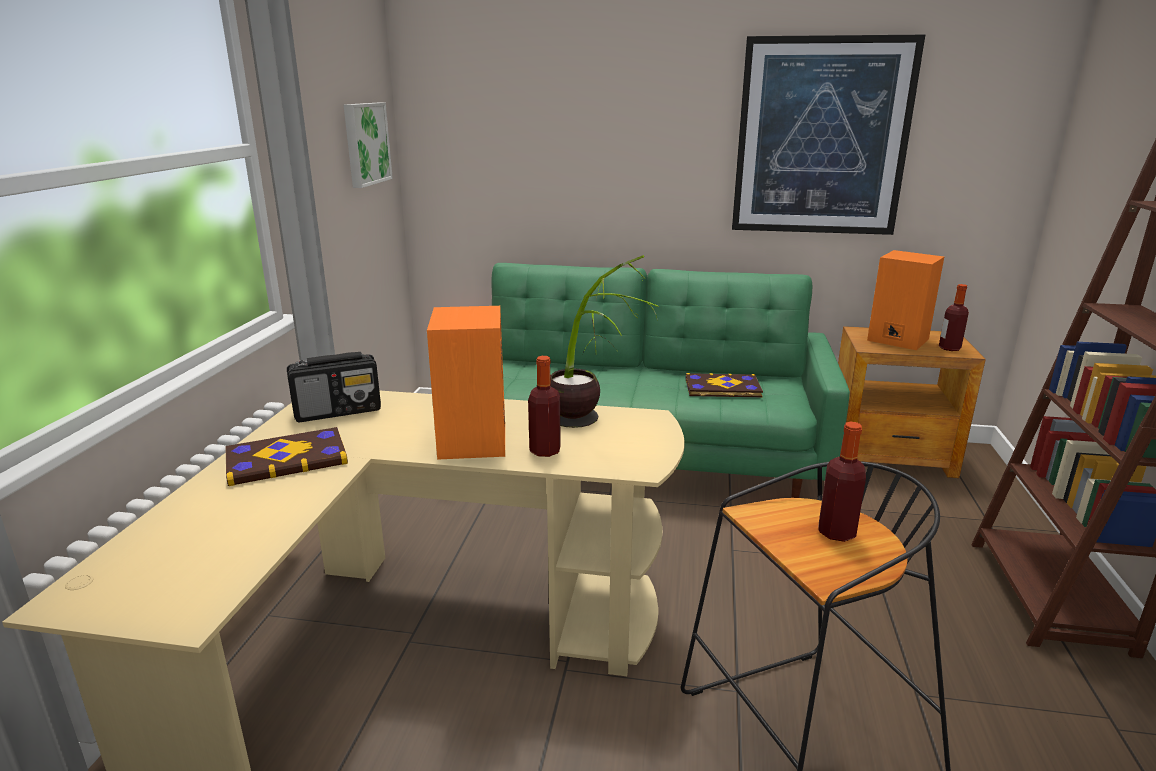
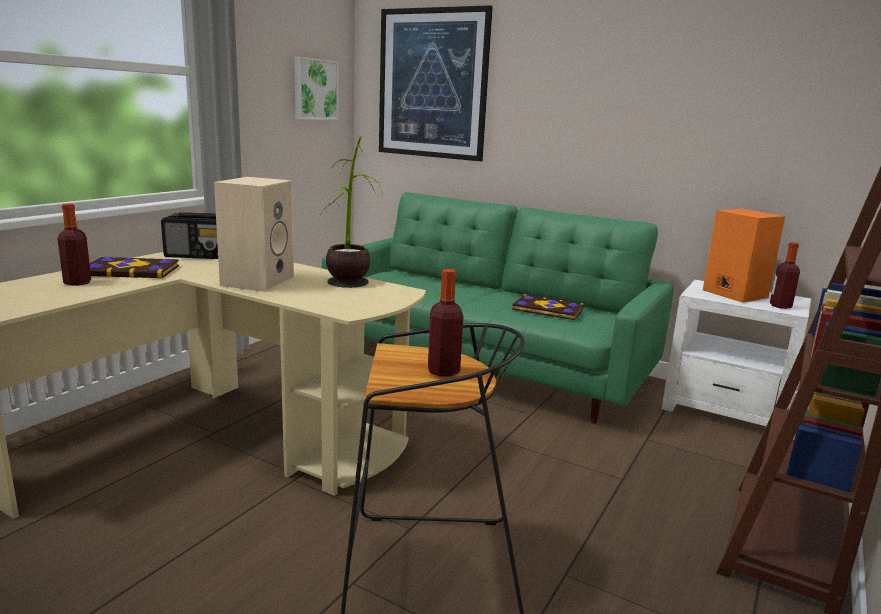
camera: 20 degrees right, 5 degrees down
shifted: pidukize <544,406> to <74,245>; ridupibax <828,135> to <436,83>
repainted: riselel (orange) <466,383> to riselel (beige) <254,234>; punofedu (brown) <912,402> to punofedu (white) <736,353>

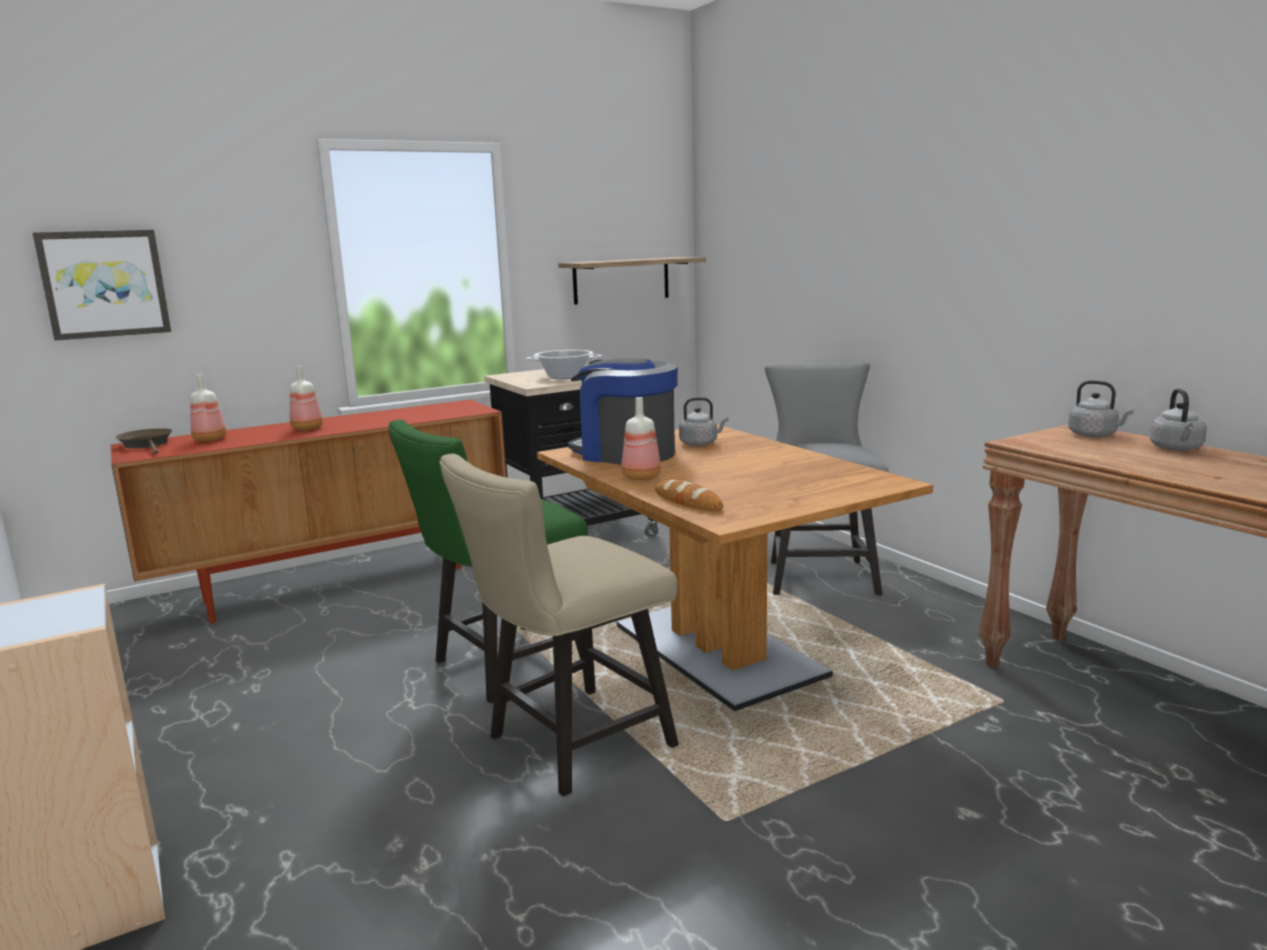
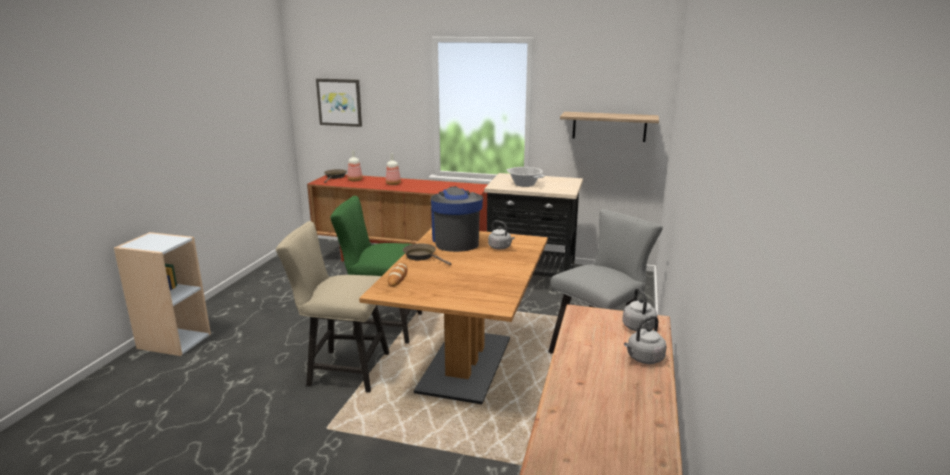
camera: 45 degrees right, 5 degrees up
swapped: pidukize <641,438> to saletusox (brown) <427,254>

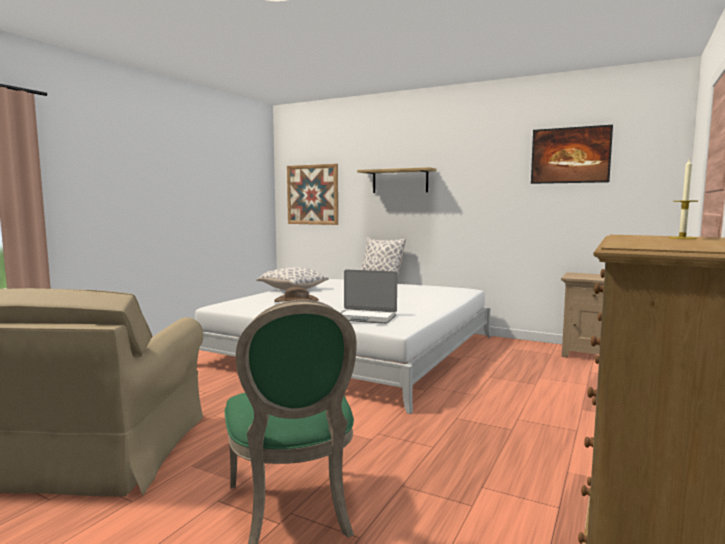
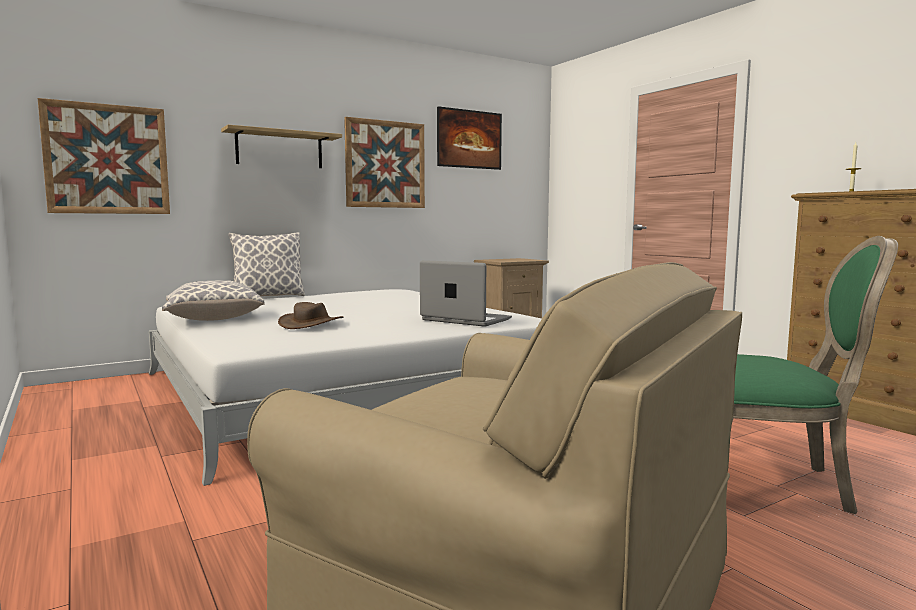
camera: 60 degrees left, 0 degrees up
new: ridupibax <384,162>
rotated: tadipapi <368,297> = <466,293> 105 degrees counterclockwise

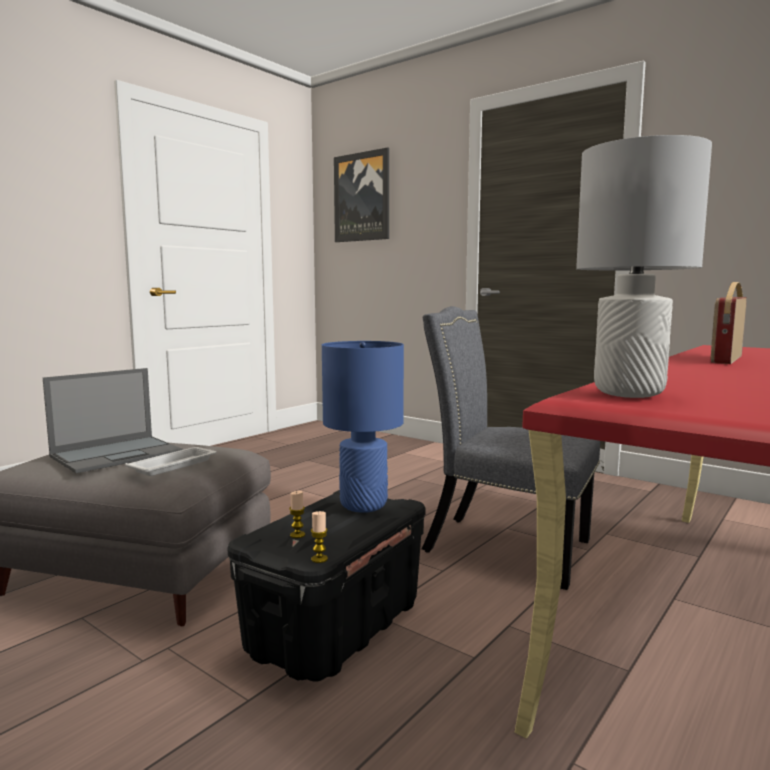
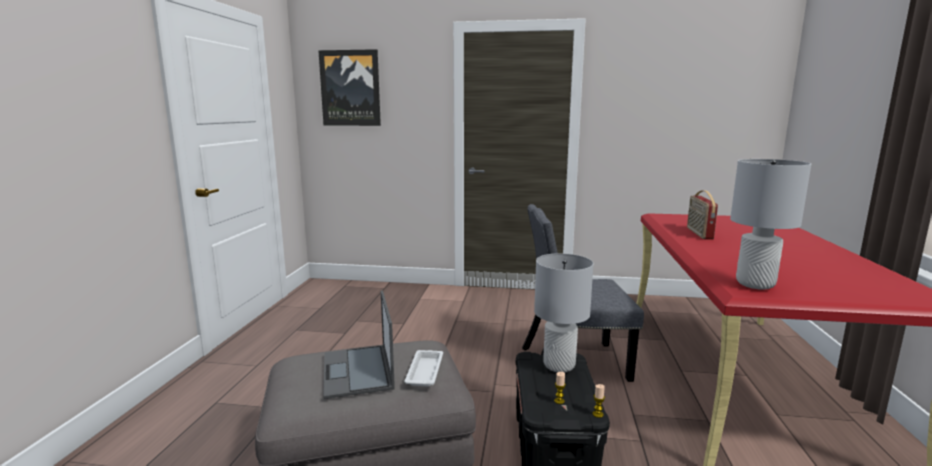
camera: 30 degrees left, 5 degrees up
repainted: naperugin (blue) <363,427> to naperugin (grey) <563,313>
rotated: tadipapi <113,420> = <359,345> 150 degrees clockwise

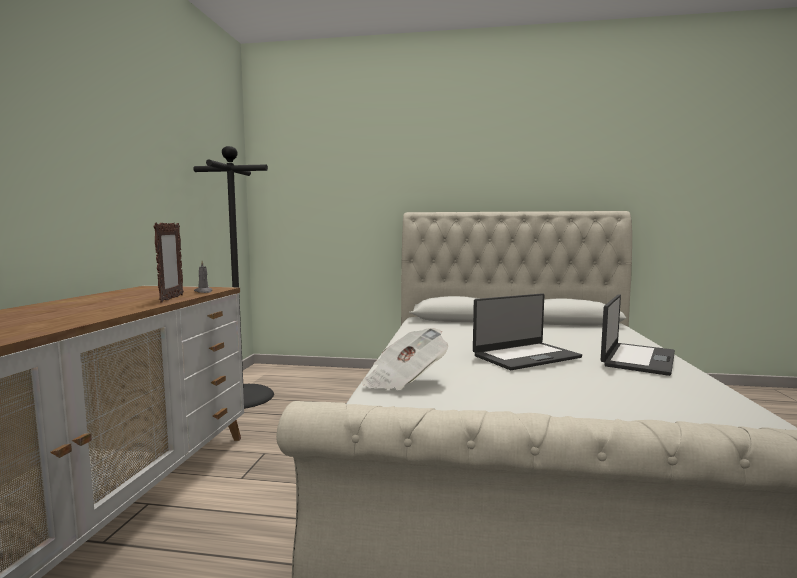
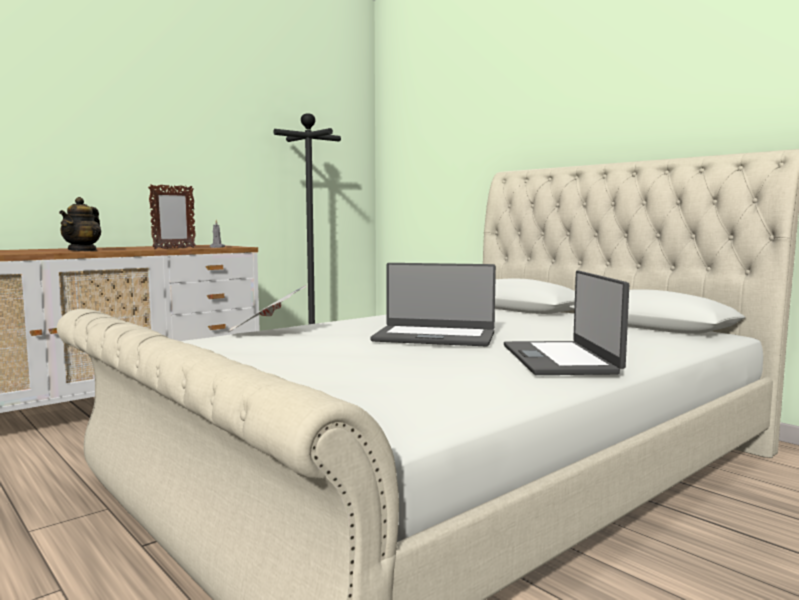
camera: 40 degrees right, 0 degrees up
new: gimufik <80,224>
rotated: tadipapi <638,335> = <566,322> 105 degrees clockwise

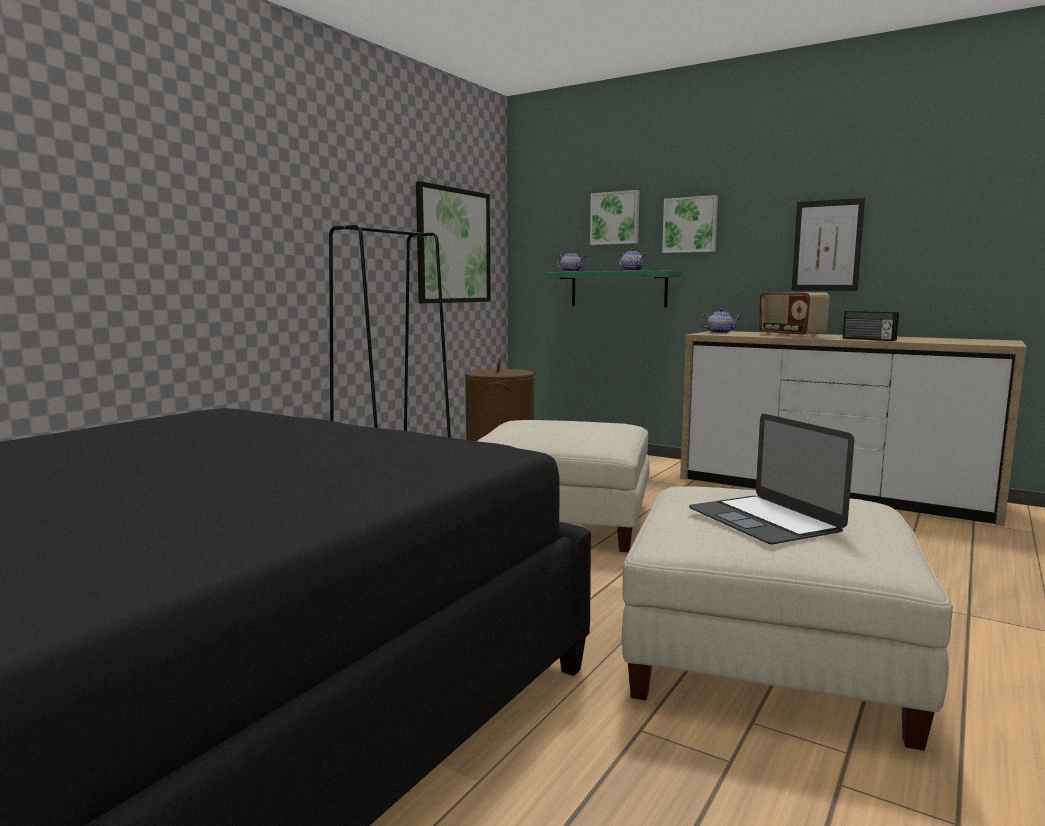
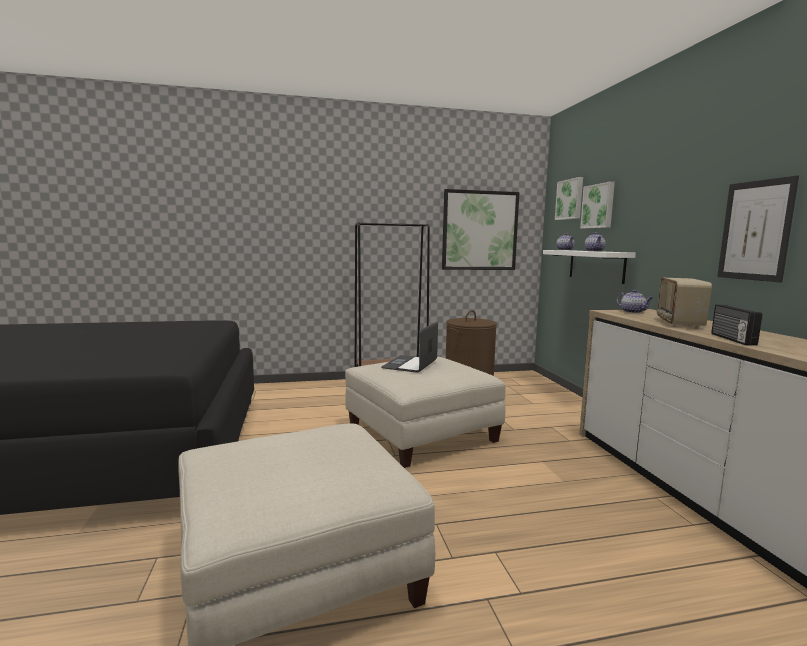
camera: 45 degrees right, 0 degrees up
shifted: tadipapi <771,479> to <409,347>; ridupibax <690,224> to <569,198>
repainted: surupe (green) <613,289> to surupe (white) <589,267>

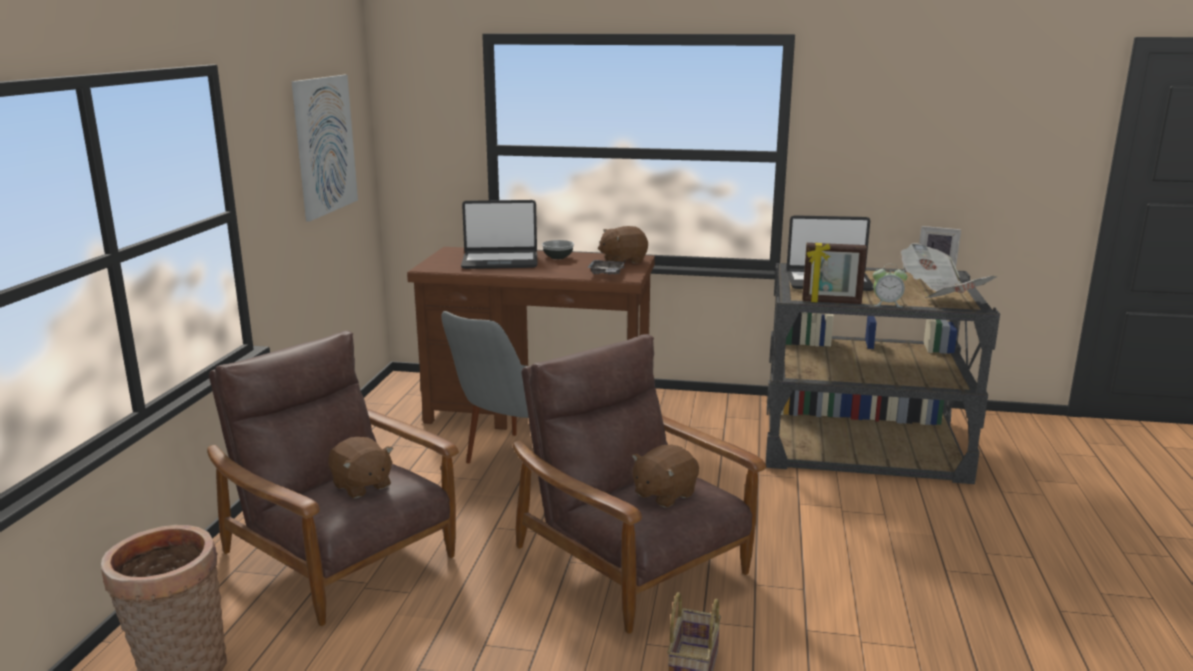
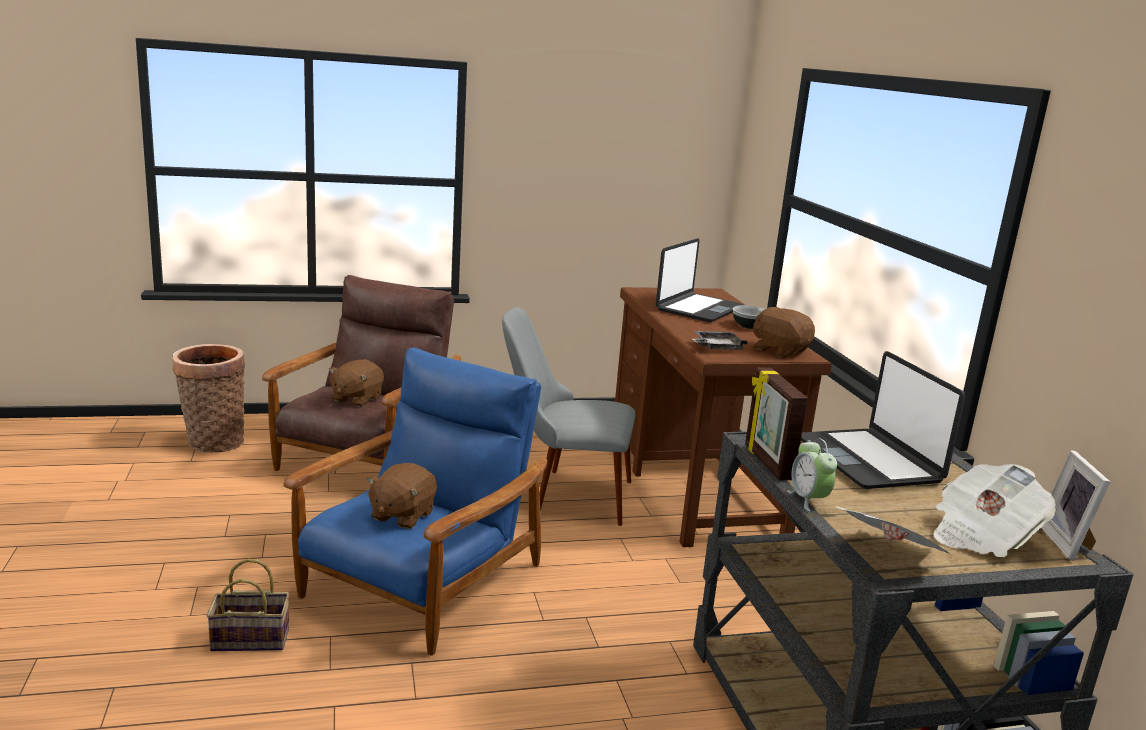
camera: 65 degrees right, 0 degrees up
gone: ridupibax <325,148>
repainted: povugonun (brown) <639,484> to povugonun (blue) <415,501>
rotated: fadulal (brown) <665,476> = <402,496> 90 degrees counterclockwise; tadipapi <499,234> = <700,280> 120 degrees counterclockwise

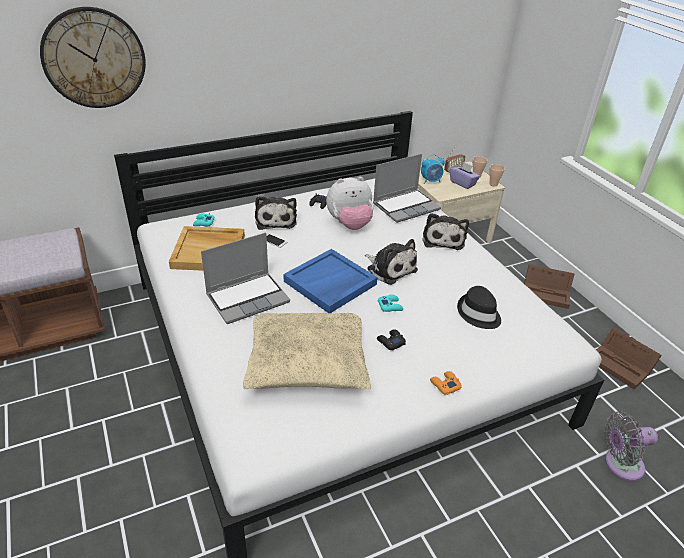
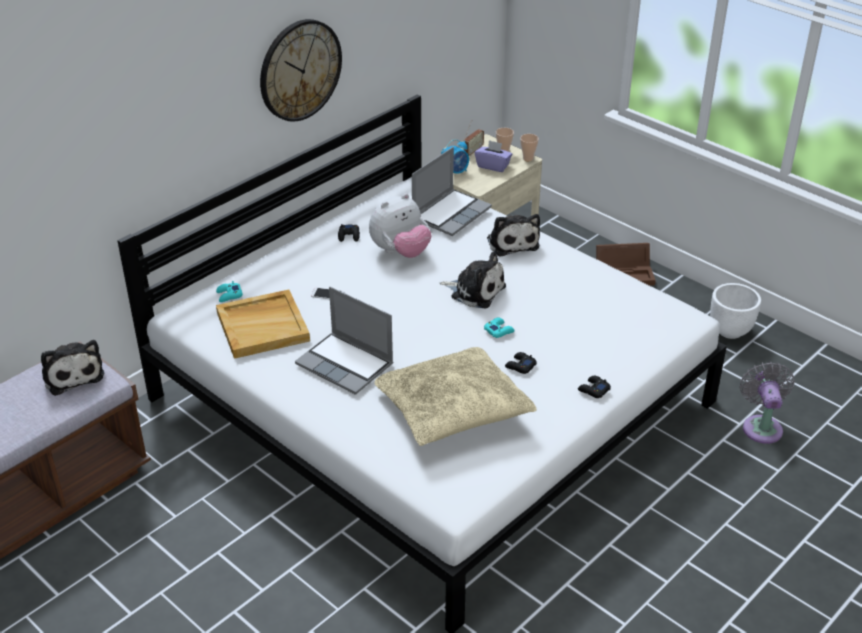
camera: 20 degrees left, 0 degrees up
gone: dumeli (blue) <330,281>; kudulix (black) <479,307>
shifted: fadulal <276,213> to <72,368>; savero <93,57> to <301,70>
swapped: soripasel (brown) <629,358> to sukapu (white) <735,311>
repainted: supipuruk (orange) <446,383> to supipuruk (black) <594,387>
rotated: tadipapi <245,278> = <344,341> 90 degrees clockwise; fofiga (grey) <631,446> = <767,403> 120 degrees clockwise

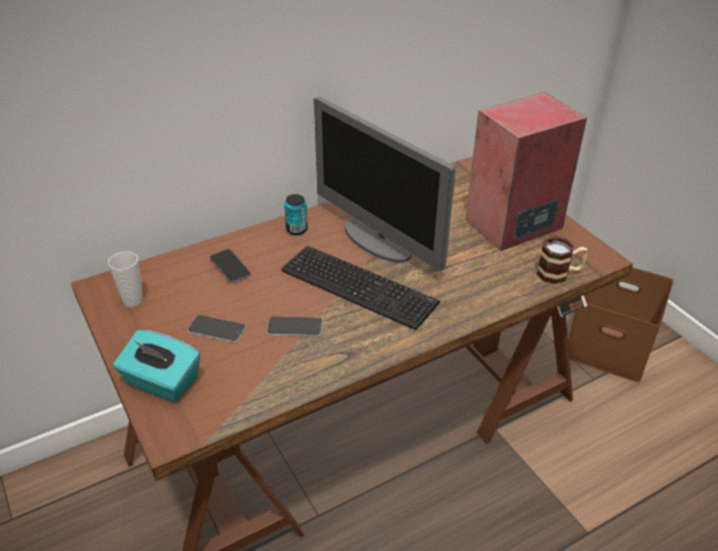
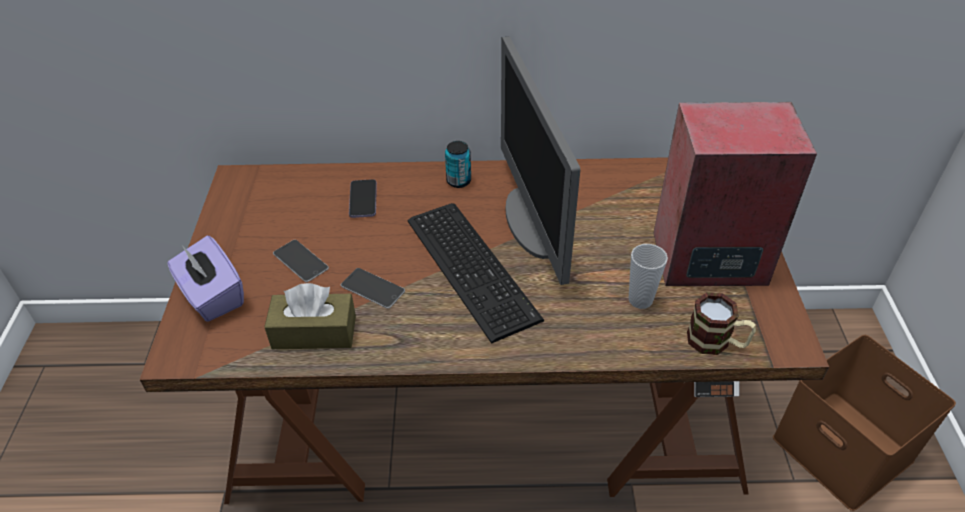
camera: 30 degrees right, 5 degrees up
new: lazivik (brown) <310,316>
shifted: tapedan <125,279> to <648,276>
repainted: lazivik (turquoise) <156,366> to lazivik (purple) <205,279>

